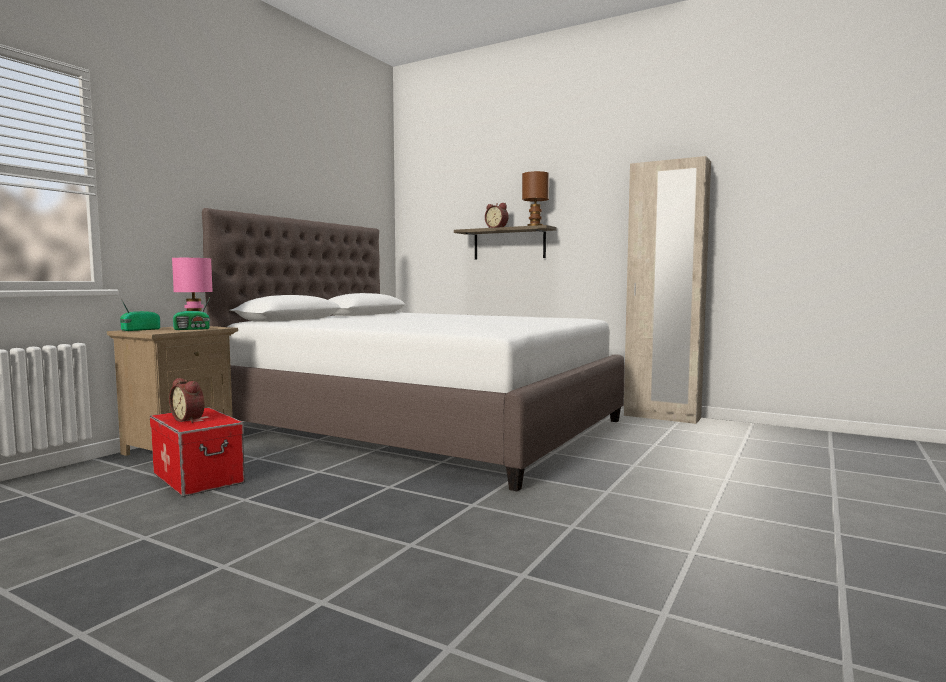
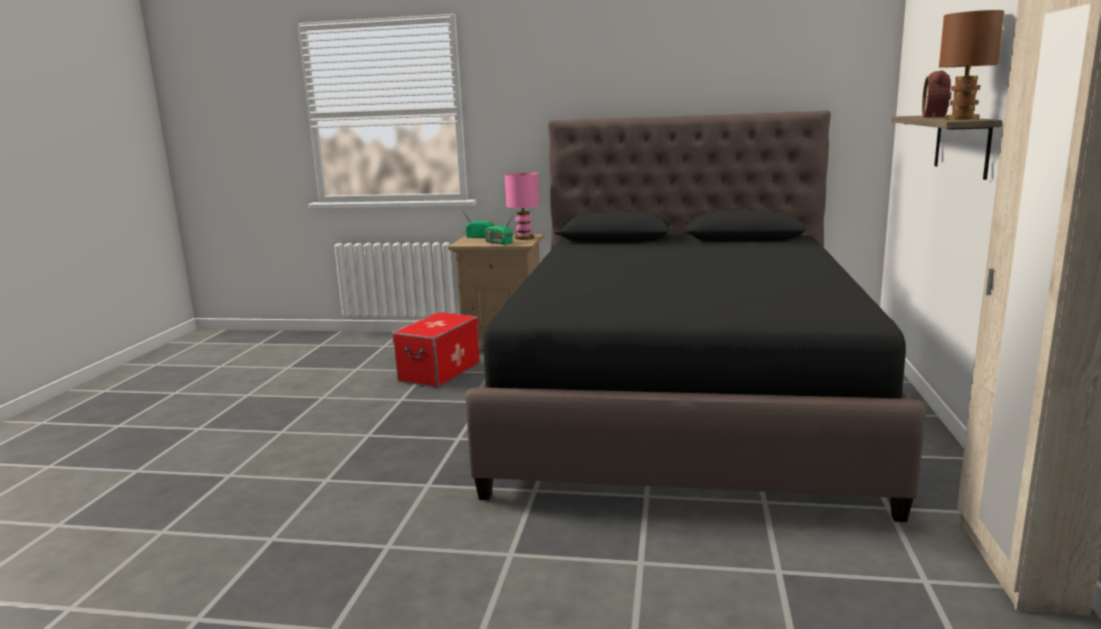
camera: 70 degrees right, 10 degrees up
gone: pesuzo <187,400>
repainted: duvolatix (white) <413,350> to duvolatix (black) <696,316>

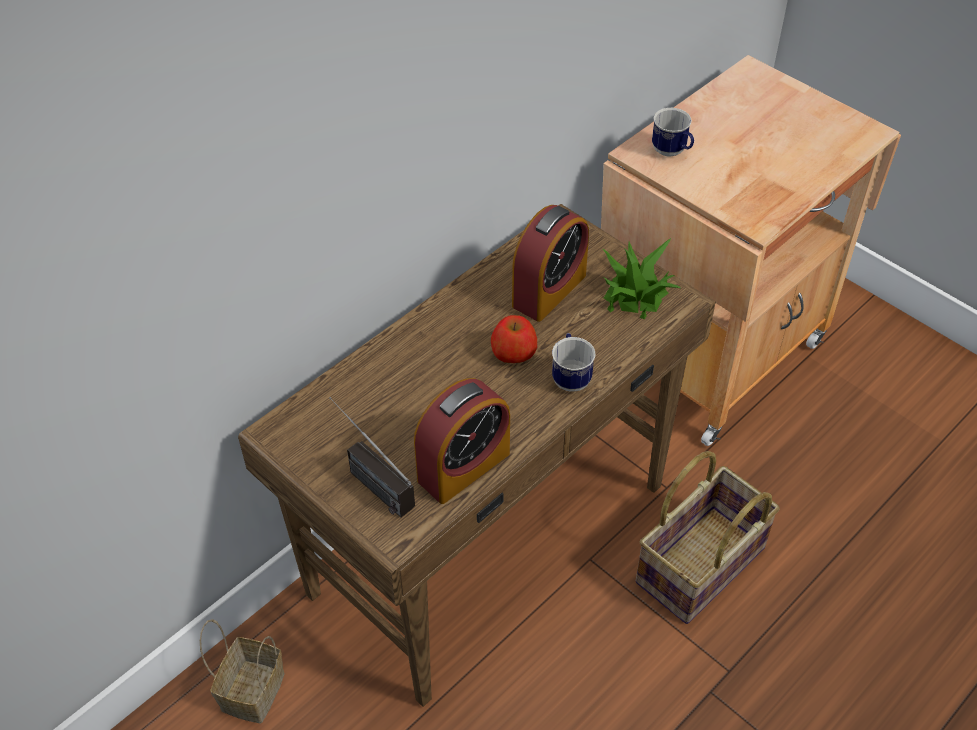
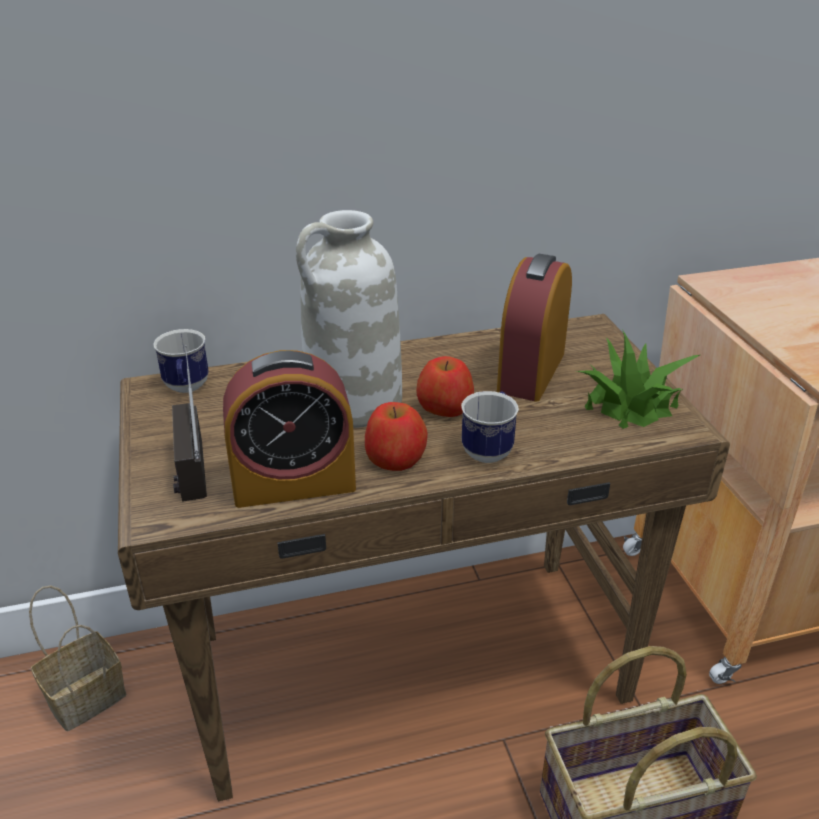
camera: 30 degrees right, 15 degrees down
new: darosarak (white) <349,319>; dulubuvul <396,436>
shifted: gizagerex <673,132> to <181,361>
rotated: pesuzo <550,263> = <534,328> 135 degrees clockwise

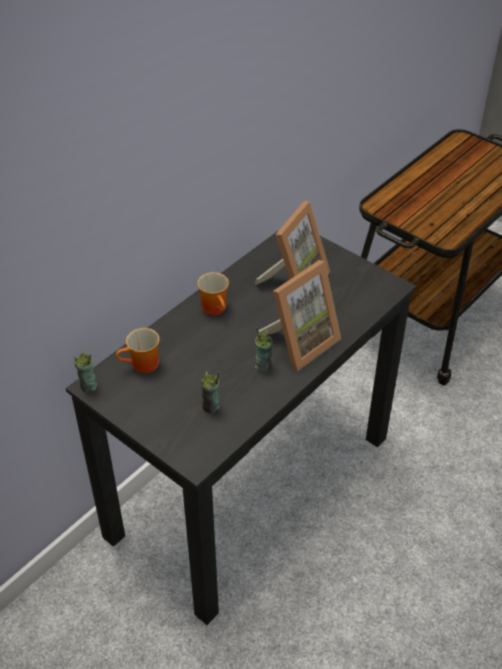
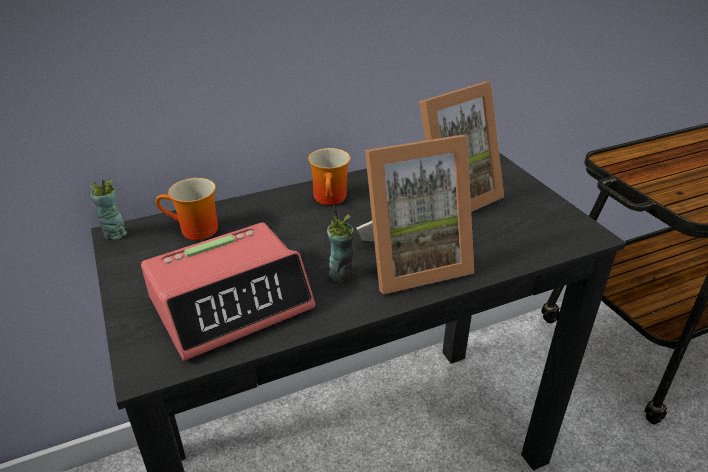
camera: 25 degrees right, 10 degrees down
swapped: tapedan <210,392> to pesuzo <228,291>

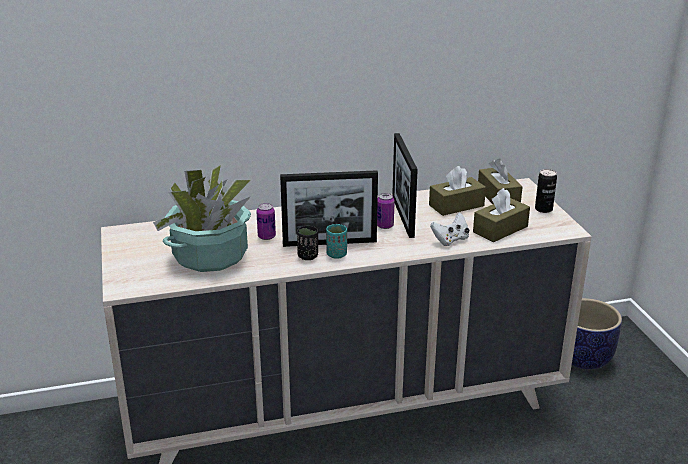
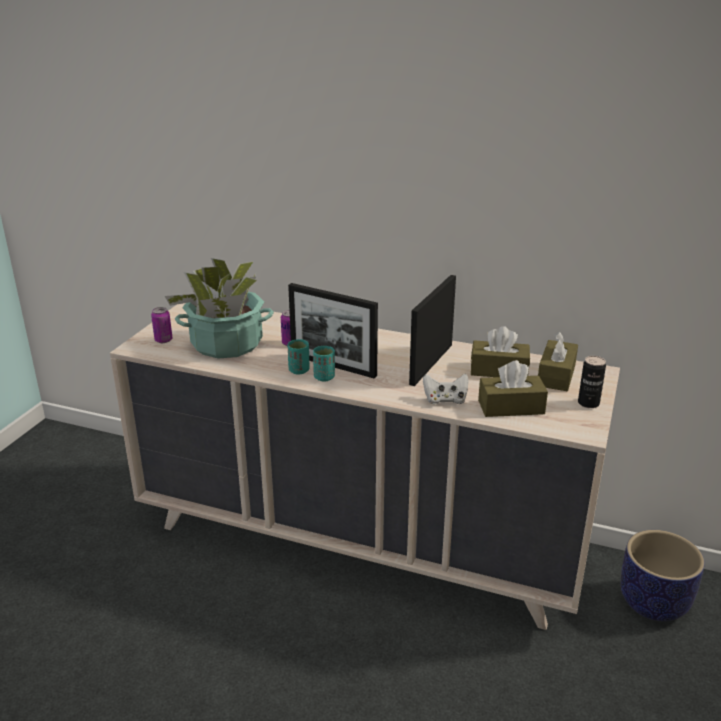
camera: 35 degrees right, 0 degrees up
shifted: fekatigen <386,211> to <162,325>
repainted: tapedan (black) <307,242> to tapedan (turquoise) <298,357>

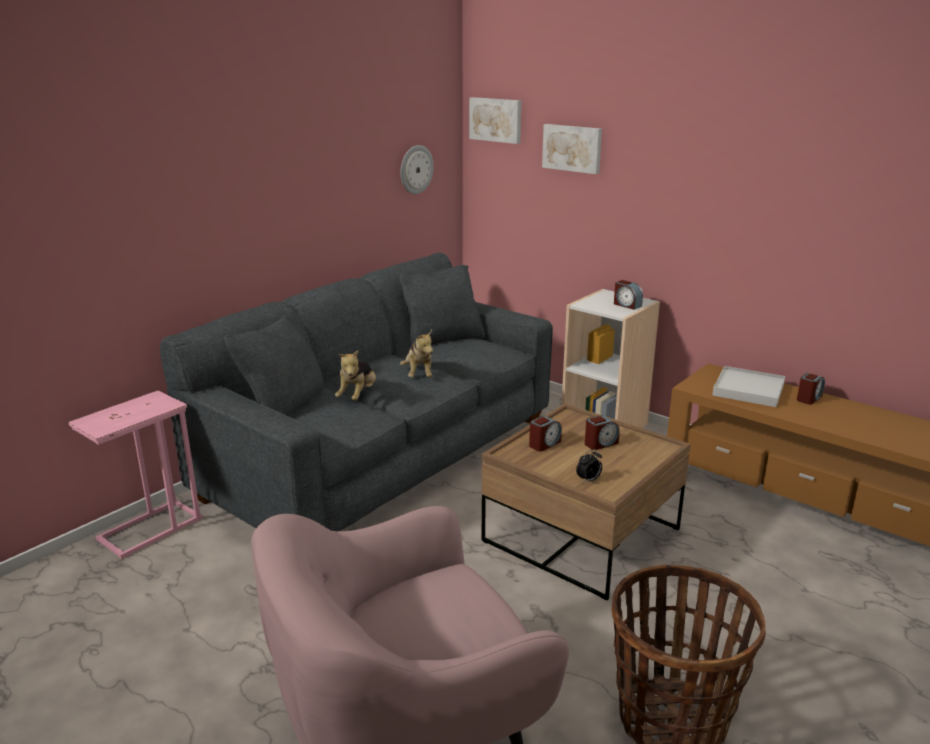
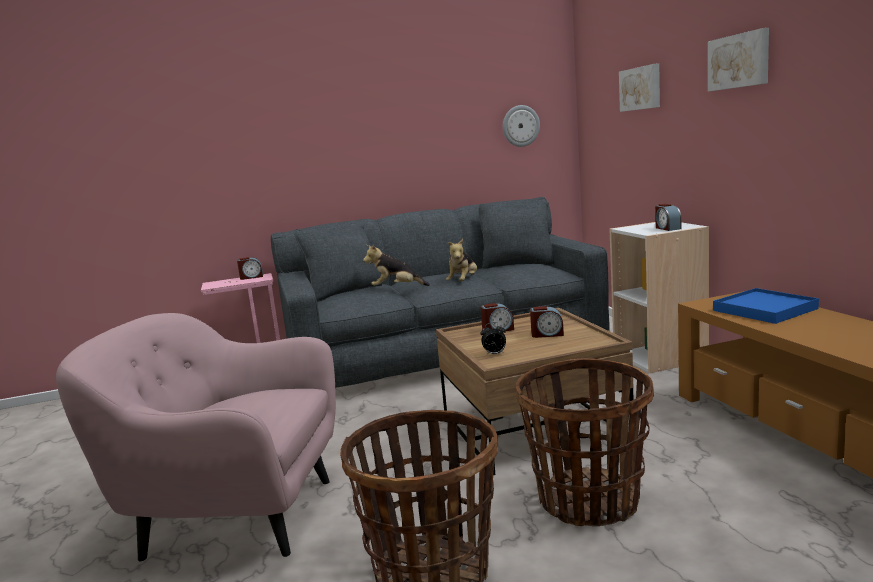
camera: 35 degrees right, 10 degrees down
new: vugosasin <585,442>
shifted: pesuzo <811,389> to <250,268>; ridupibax <495,120> to <738,59>
repainted: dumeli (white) <748,386> to dumeli (blue) <766,306>
rotated: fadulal <355,375> = <396,265> 45 degrees clockwise

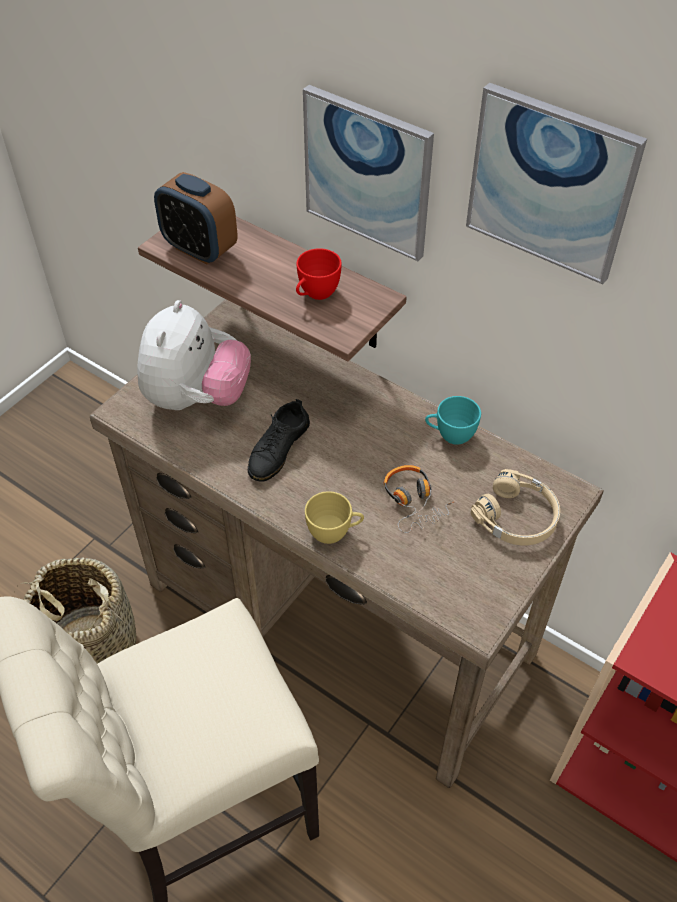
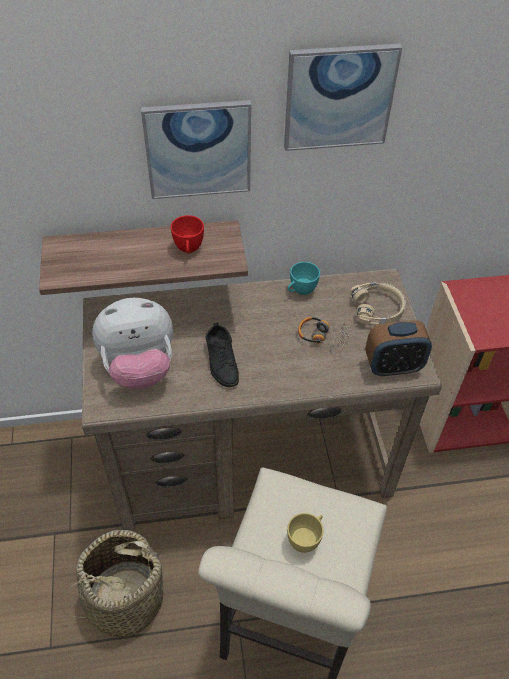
camera: 45 degrees left, 0 degrees up
shifted: tapedan (yellow) <334,517> to <305,533>; pesuzo <196,218> to <398,348>
rotated: fadulal <194,355> = <132,343> 105 degrees clockwise

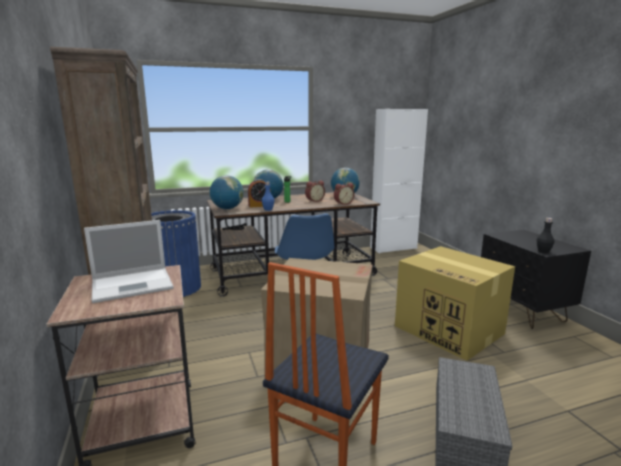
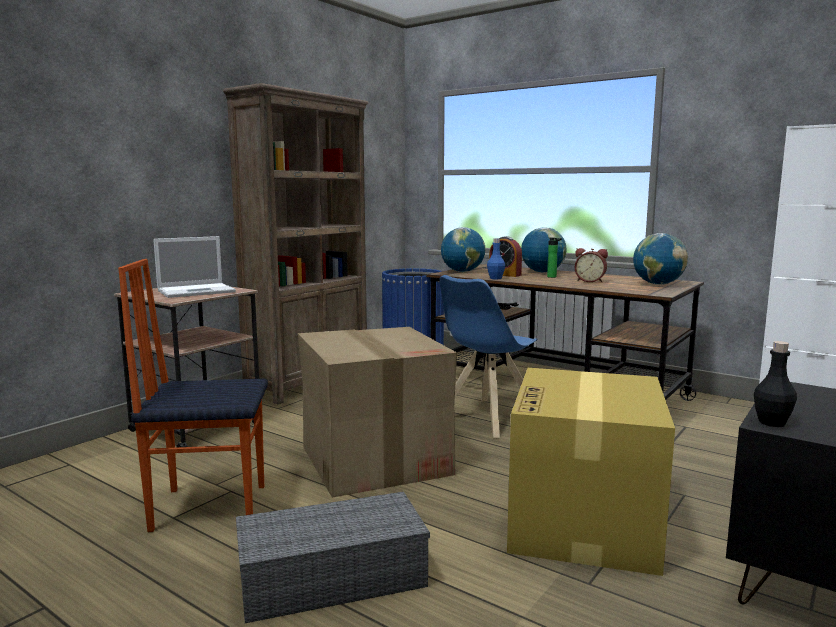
camera: 55 degrees right, 5 degrees down
gone: pesuzo <344,194>
rotated: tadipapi <129,261> = <195,267> 60 degrees counterclockwise

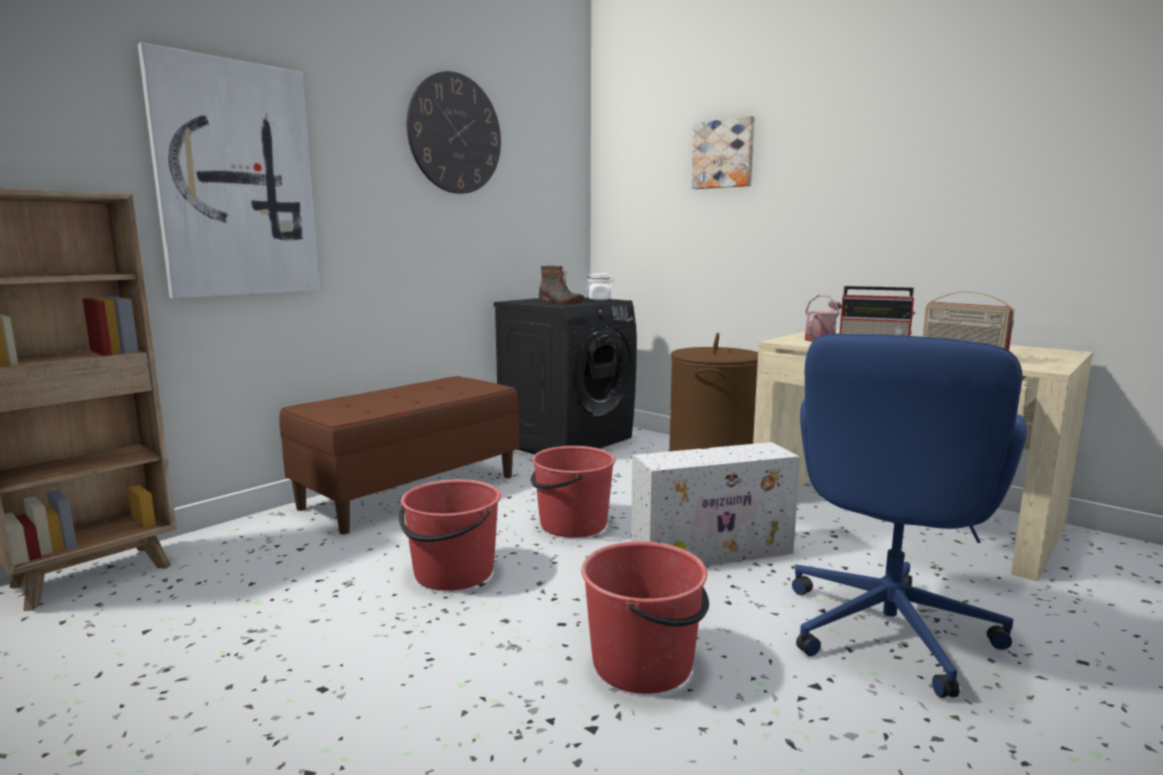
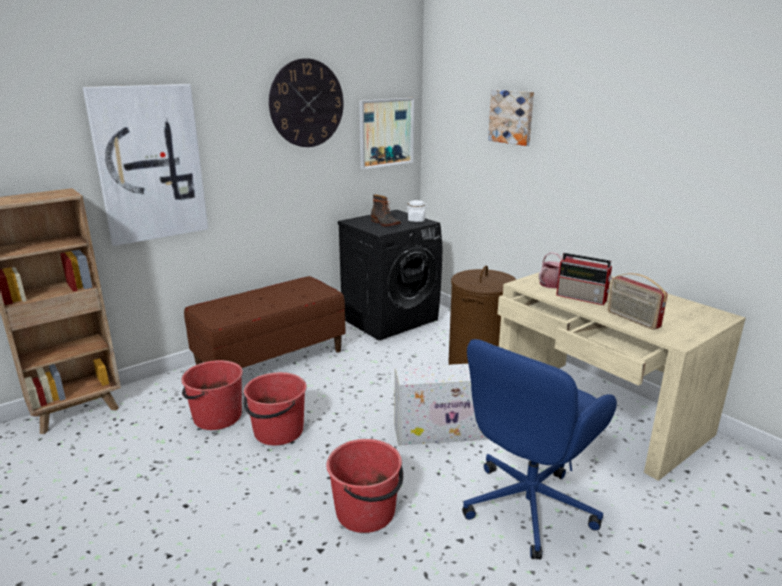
camera: 10 degrees right, 10 degrees up
new: ridupibax <386,133>
shifted: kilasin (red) <573,492> to <212,395>

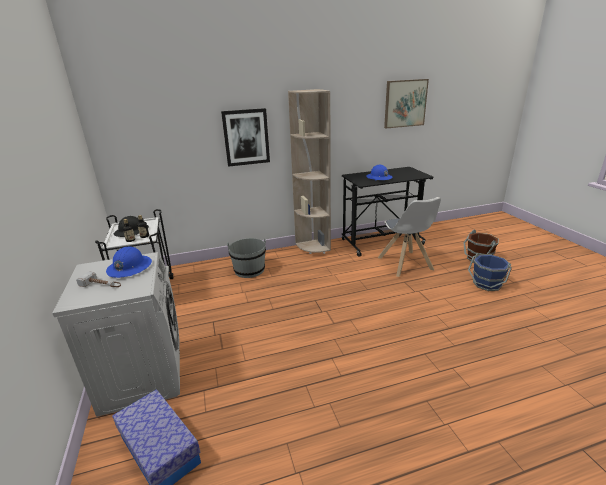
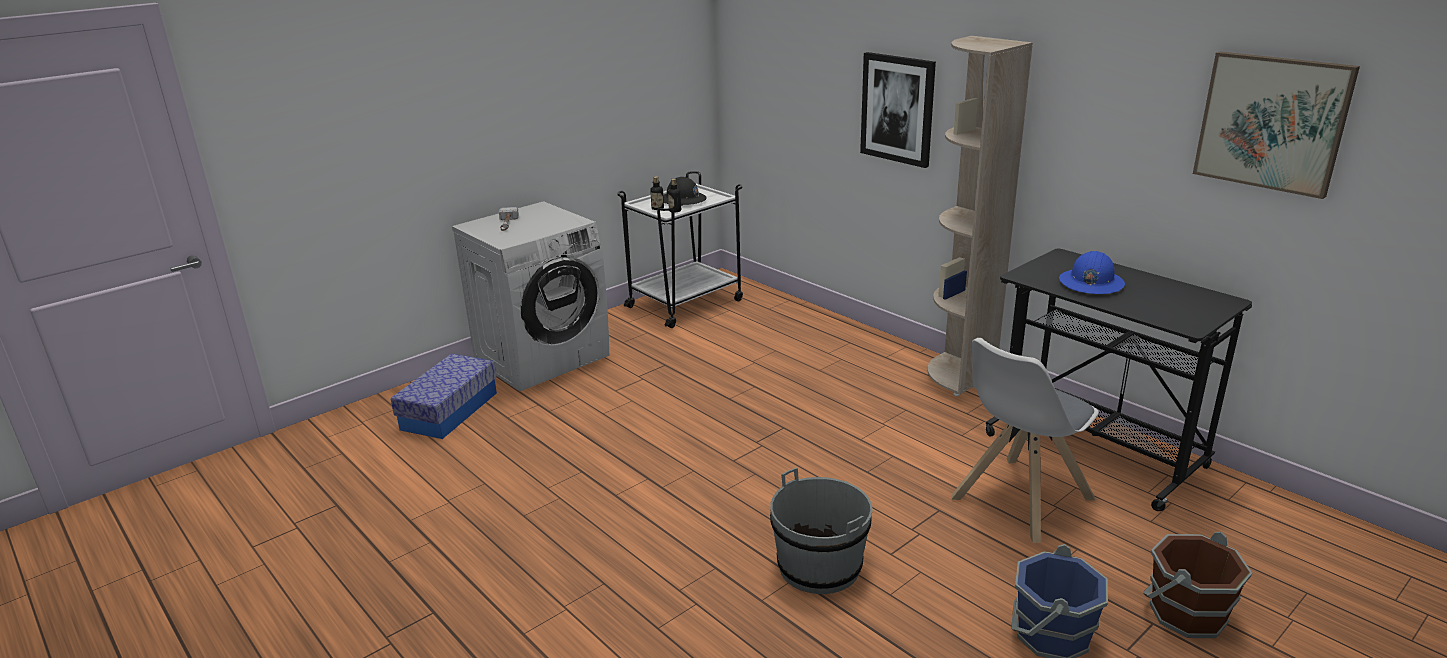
camera: 65 degrees right, 0 degrees up
gone: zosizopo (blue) <129,262>
shifted: kilasin (grey) <246,258> to <821,531>

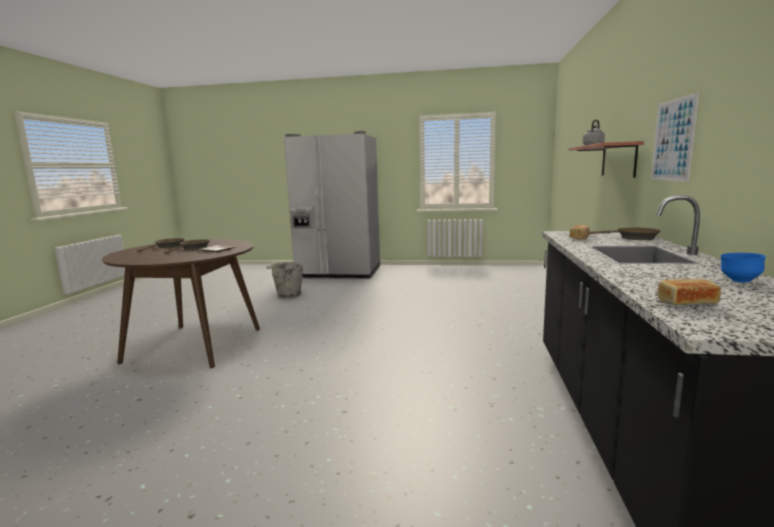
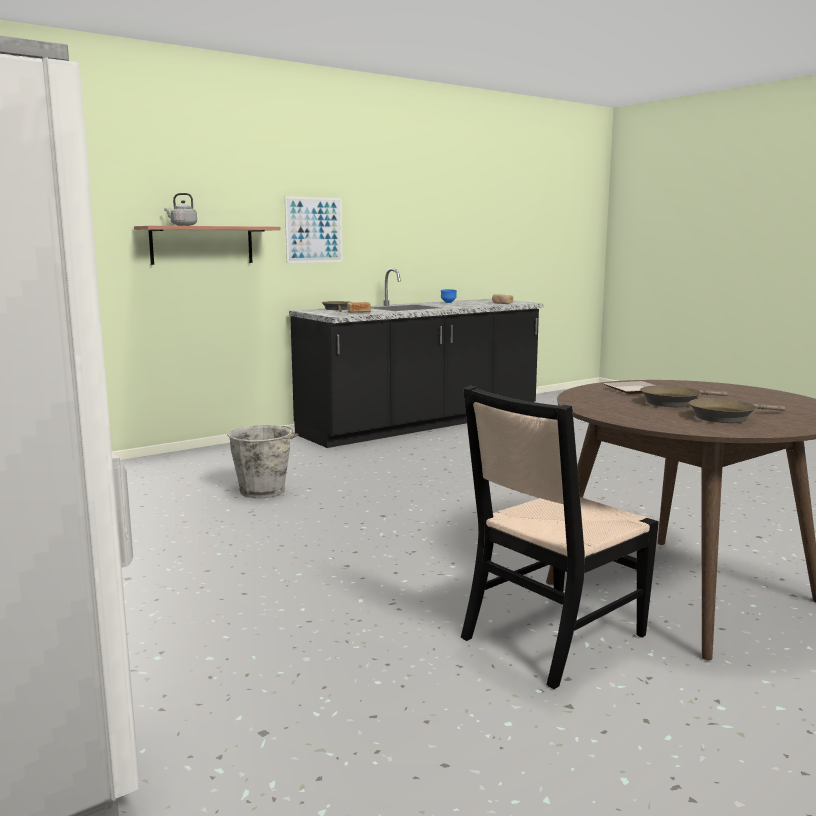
camera: 135 degrees left, 0 degrees up
new: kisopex <560,537>
shifted: kilasin (grey) <285,280> to <263,461>

